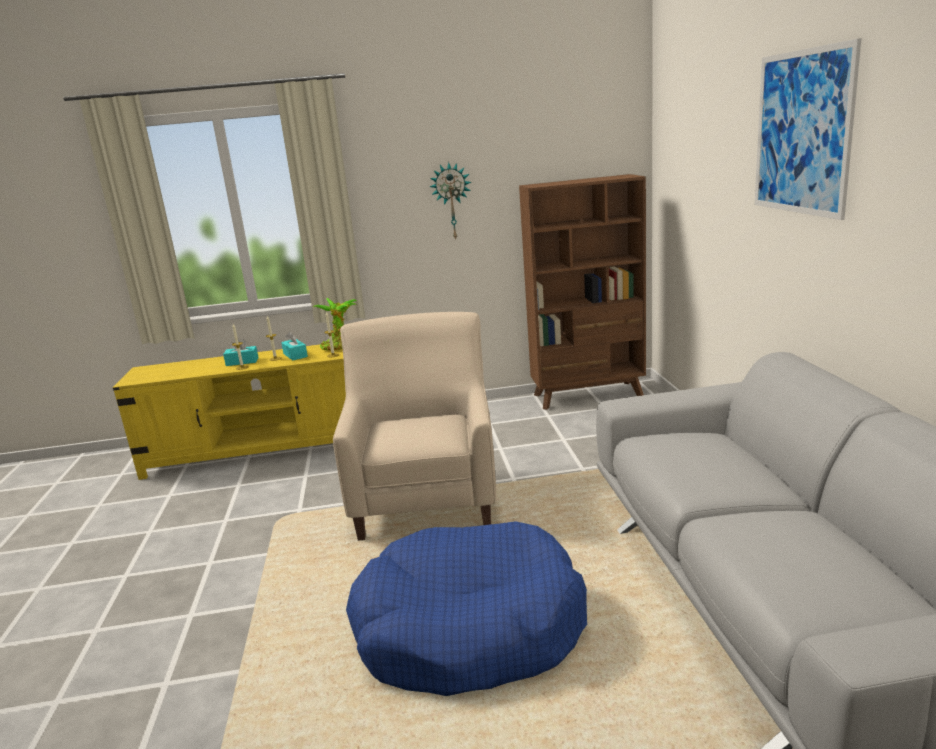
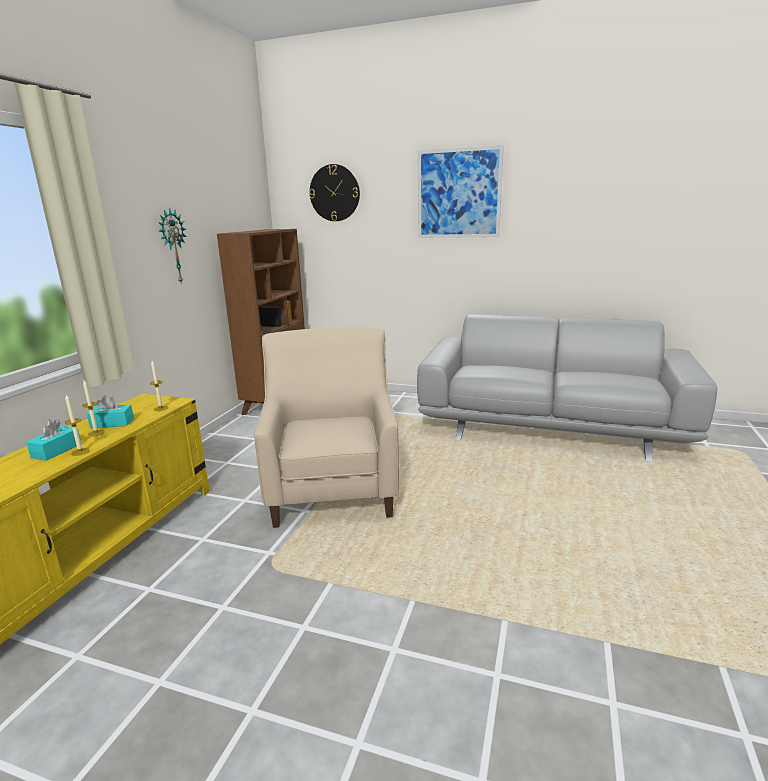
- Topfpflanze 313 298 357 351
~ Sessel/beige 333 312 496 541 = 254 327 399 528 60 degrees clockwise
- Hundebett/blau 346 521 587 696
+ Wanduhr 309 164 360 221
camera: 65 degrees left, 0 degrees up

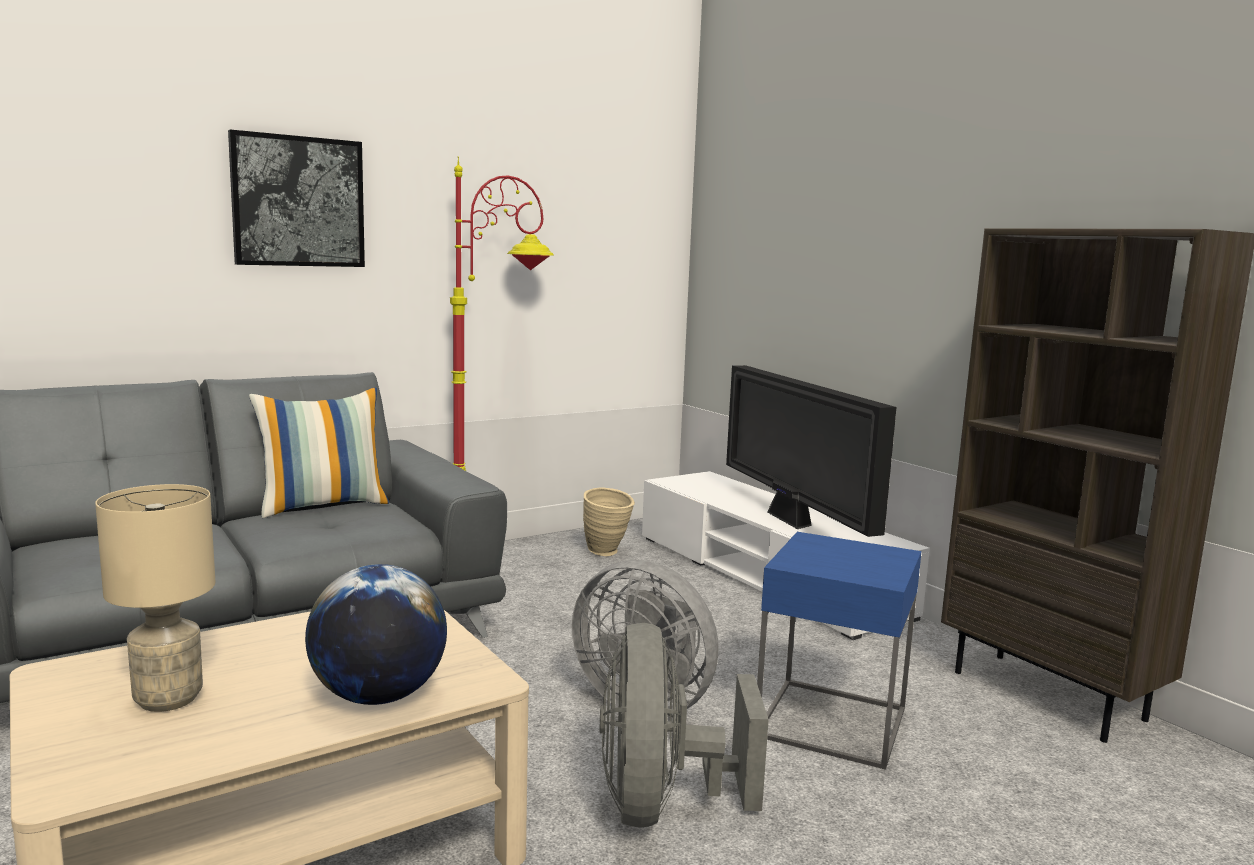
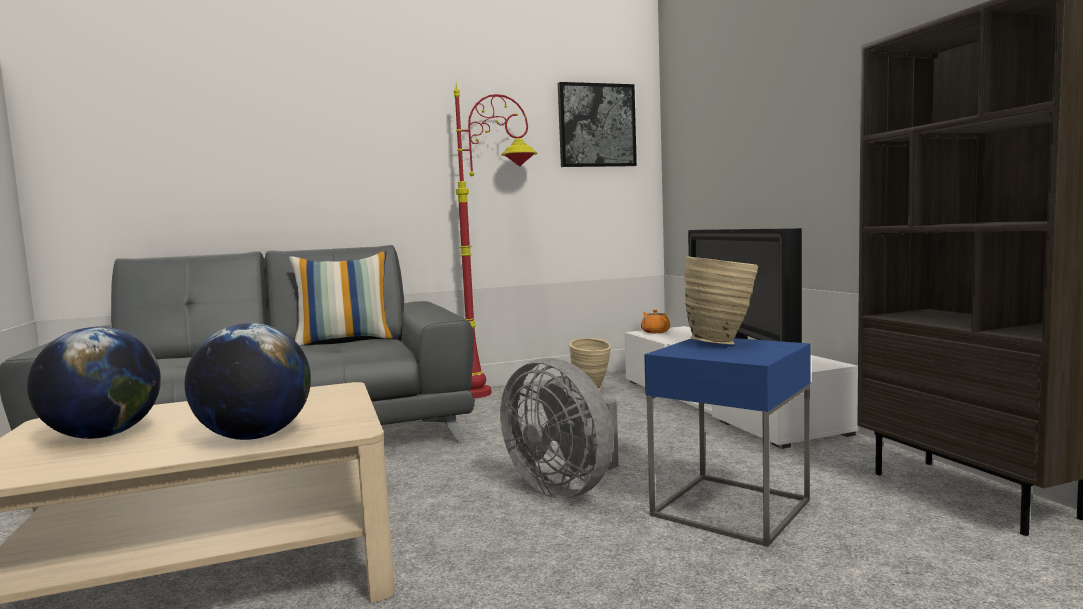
~ Tischlampe/beige 95 484 215 712 to Globus 27 327 161 439
~ Bild 228 130 365 267 to 558 82 637 167
- Ventilator/grau 599 623 769 828
+ Teekanne/orange 641 310 670 333
+ Vase/beige 684 256 758 345
camera: 15 degrees right, 5 degrees down

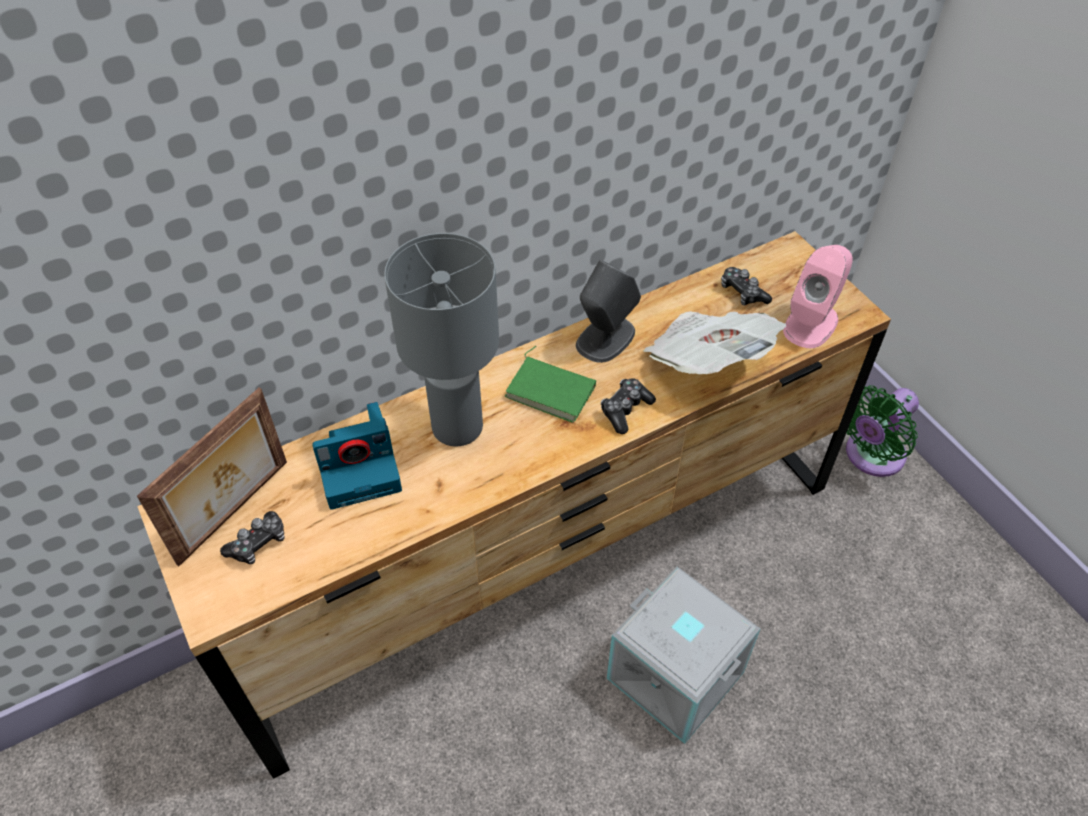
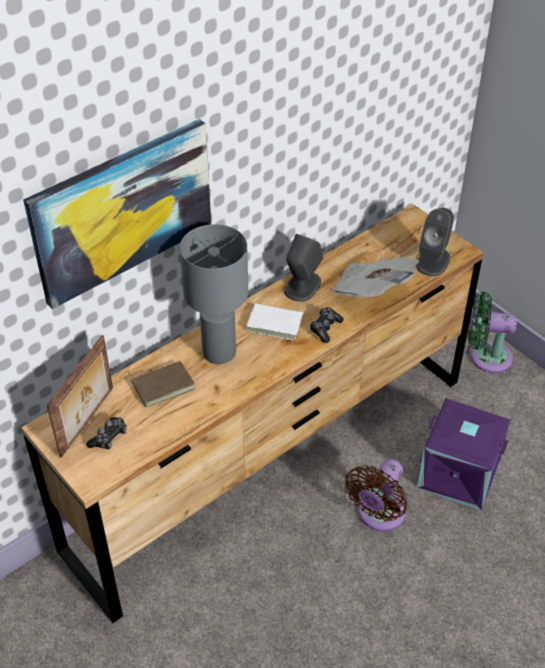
~ Kamera 312 402 402 510 to Buch/braun 128 361 195 407
~ Buch/grün 505 346 596 423 to Buch/weiß 245 296 303 340
~ Aufbewahrungsbox/grau 607 566 761 744 to Ventilator/braun 345 459 407 532
- Gamepad 721 267 772 306
~ Lautsprecher/rosa 783 245 853 348 to Lautsprecher/grau 416 208 454 277
~ Ventilator/grün 846 385 919 477 = 468 292 517 373 60 degrees clockwise
+ Bild 23 119 211 309
+ Aufbewahrungsbox/lila 417 398 511 511
camera: 10 degrees left, 5 degrees down

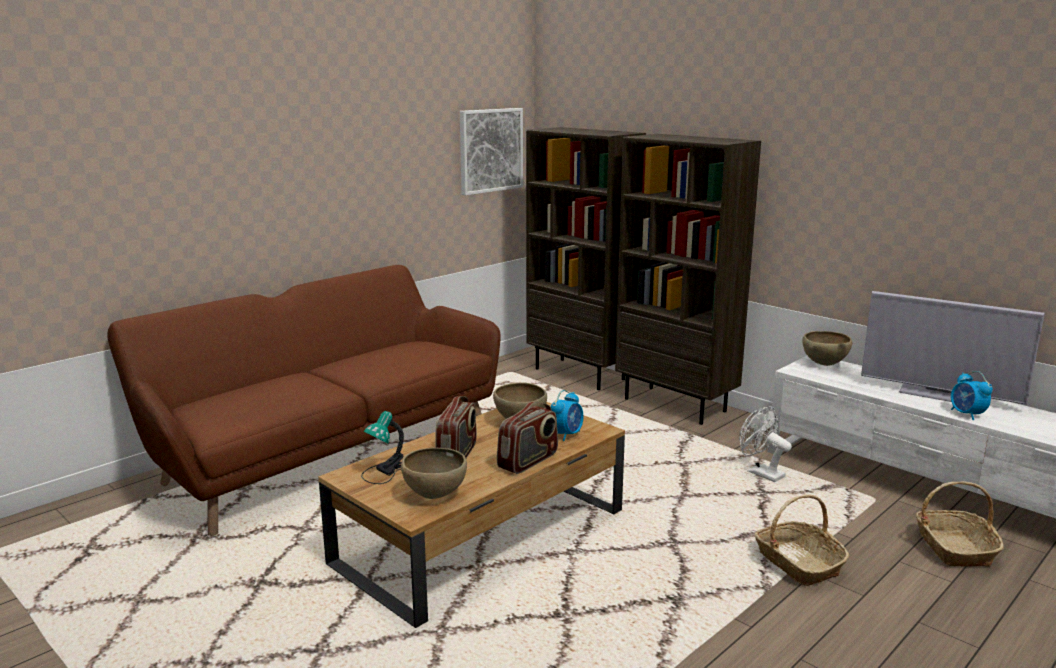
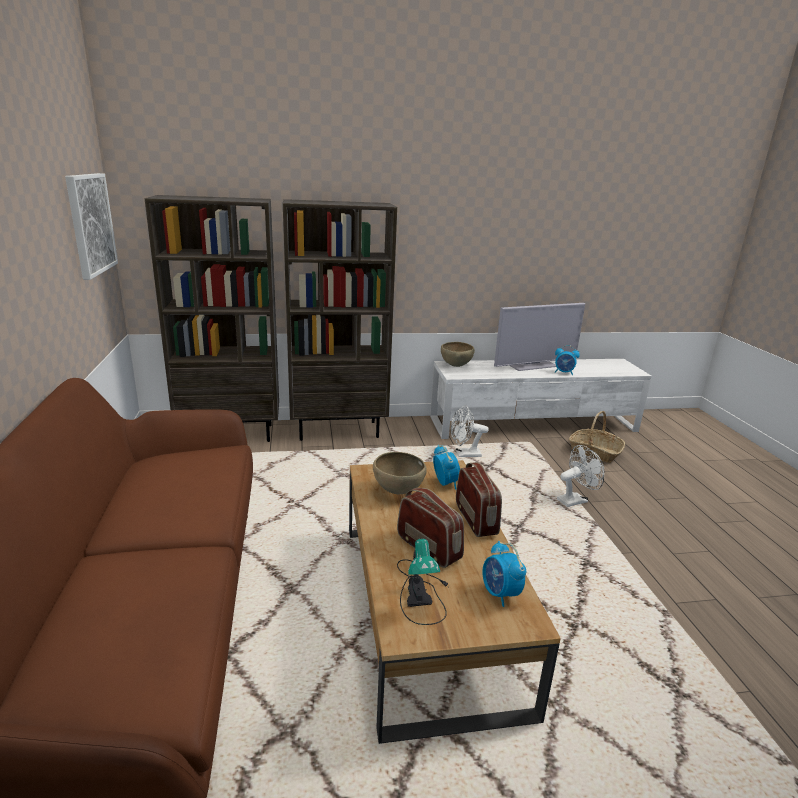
~ Schüssel/braun 401 448 467 499 to Wecker 483 541 526 607
~ Korb 755 495 850 586 to Ventilator/weiß 557 445 604 507
camera: 55 degrees left, 5 degrees up

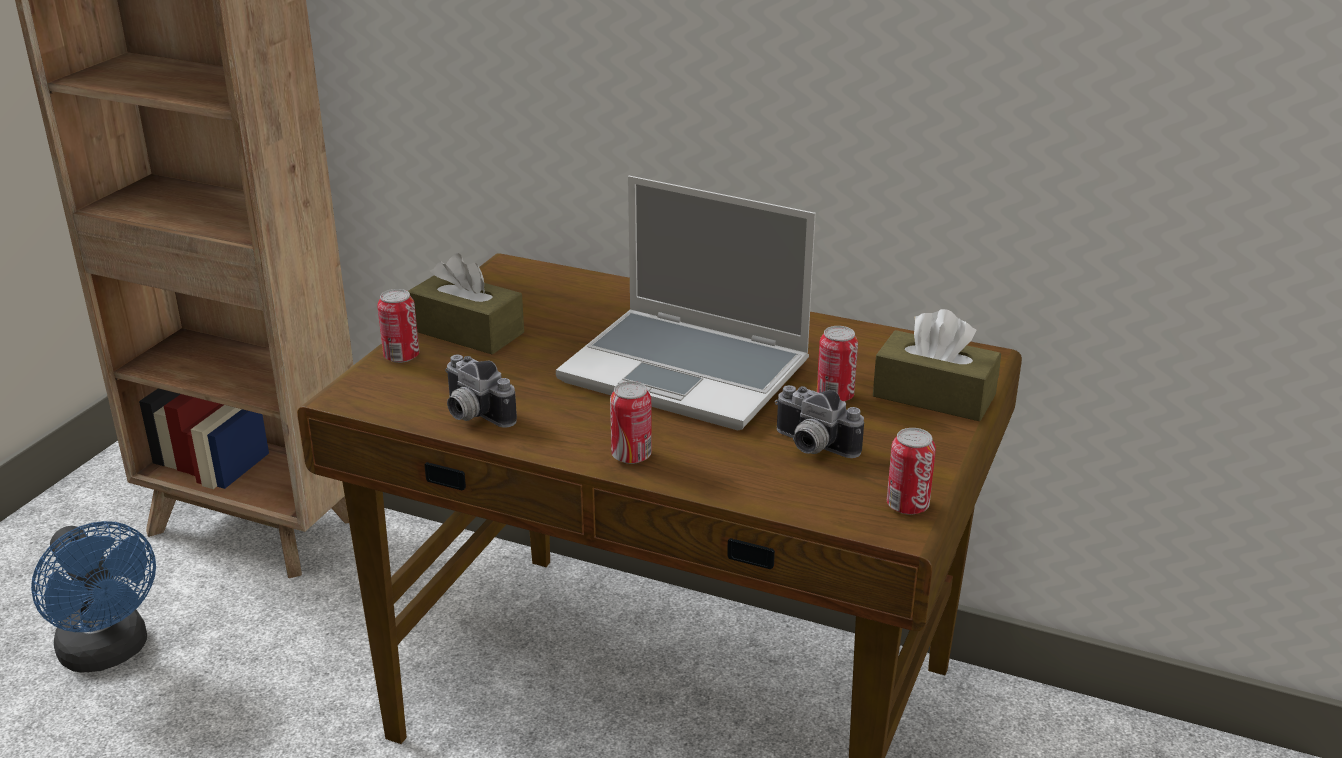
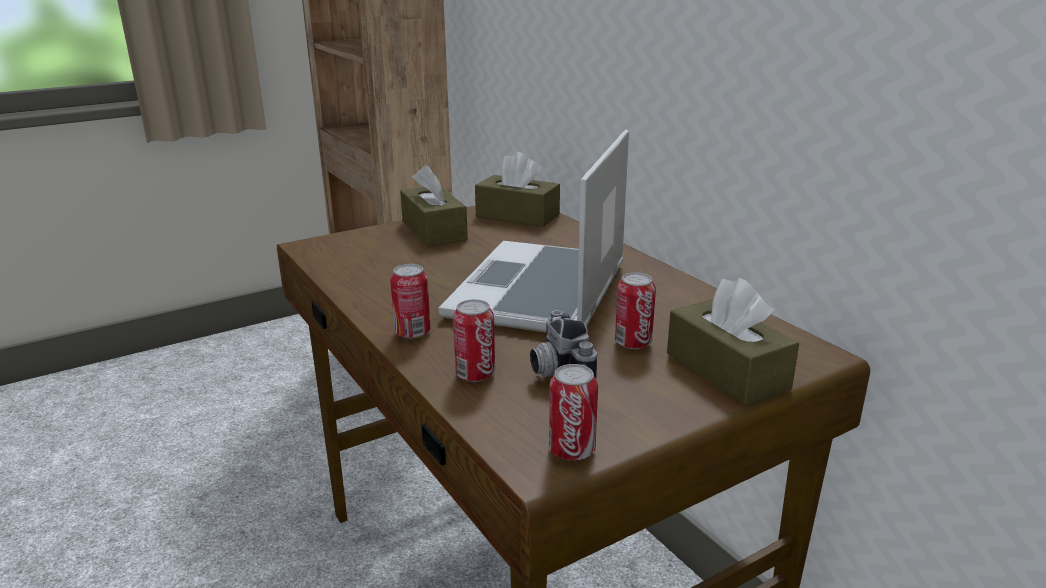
- Ventilator/blau 31 521 156 672
~ Dose 377 289 419 363 to 453 299 495 382
- Kamera 445 355 517 428
~ Laptop 556 176 816 430 = 439 130 629 333 45 degrees clockwise
+ Taschentuchbox/braun 475 152 560 227
camera: 35 degrees right, 5 degrees down

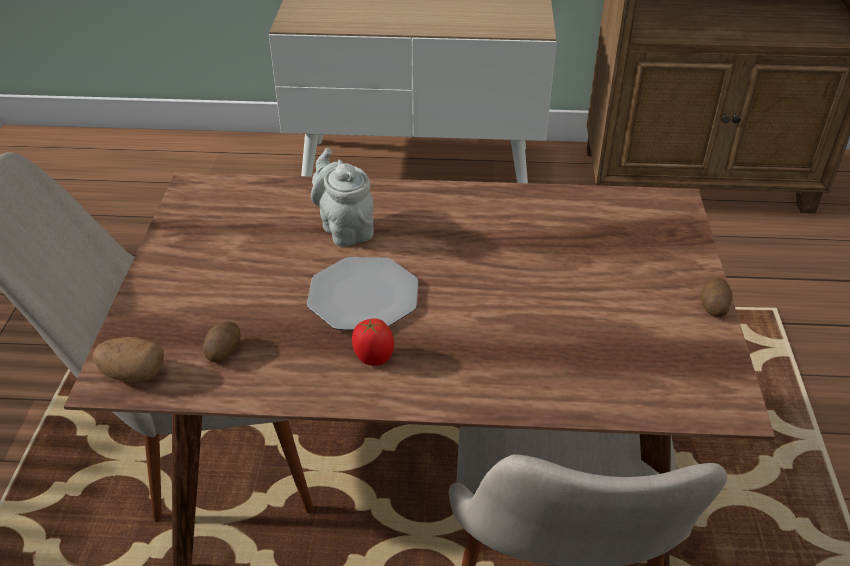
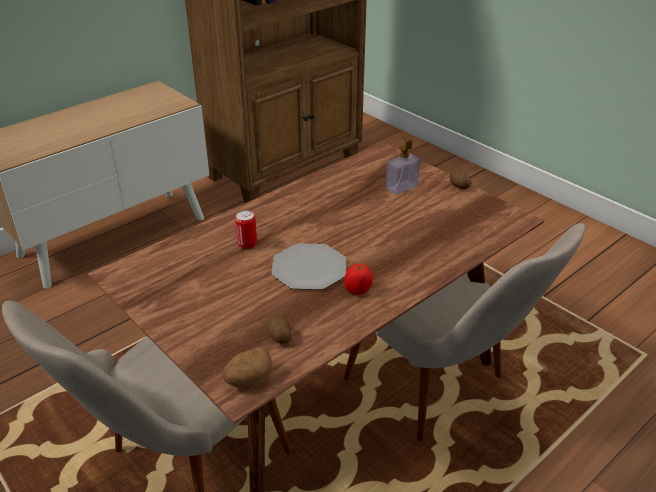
~ Teekanne/grau 311 148 374 246 to Dose 235 210 257 249
+ Seifenspender 386 134 420 195
camera: 45 degrees left, 5 degrees down

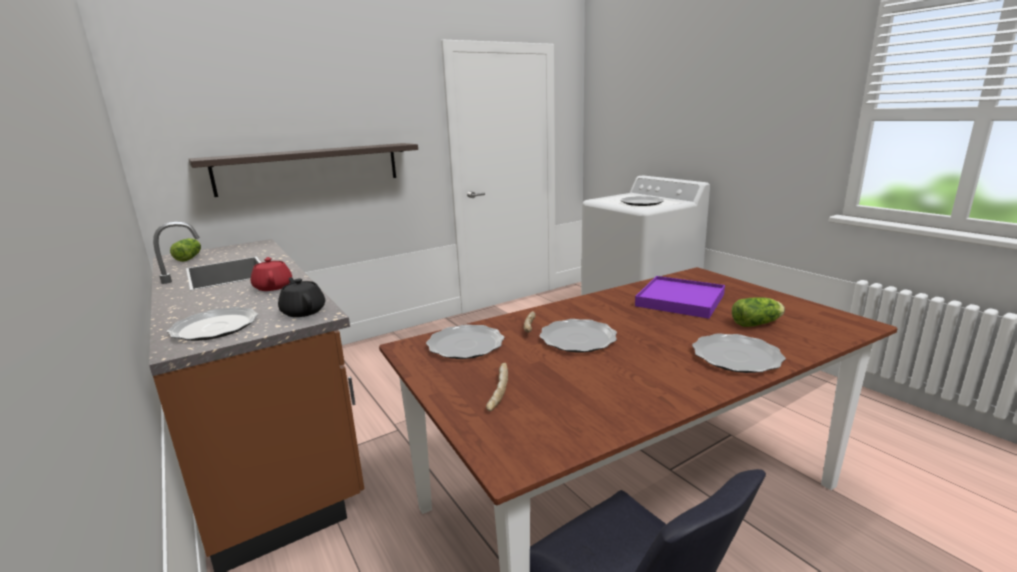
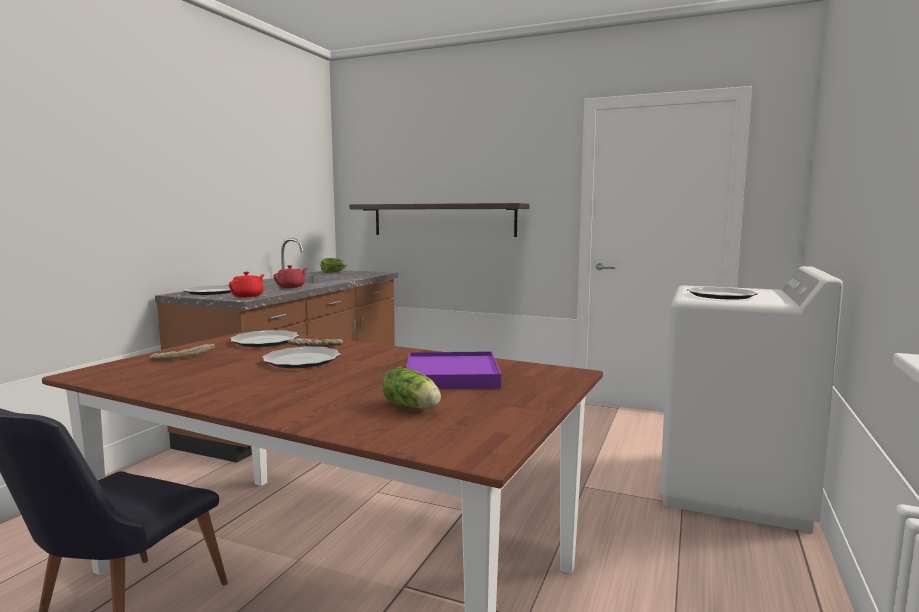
~ Teekanne/schwarz 278 277 325 317 to Teekanne/rot 229 272 265 297
- Teller 692 333 786 373
camera: 55 degrees right, 10 degrees down

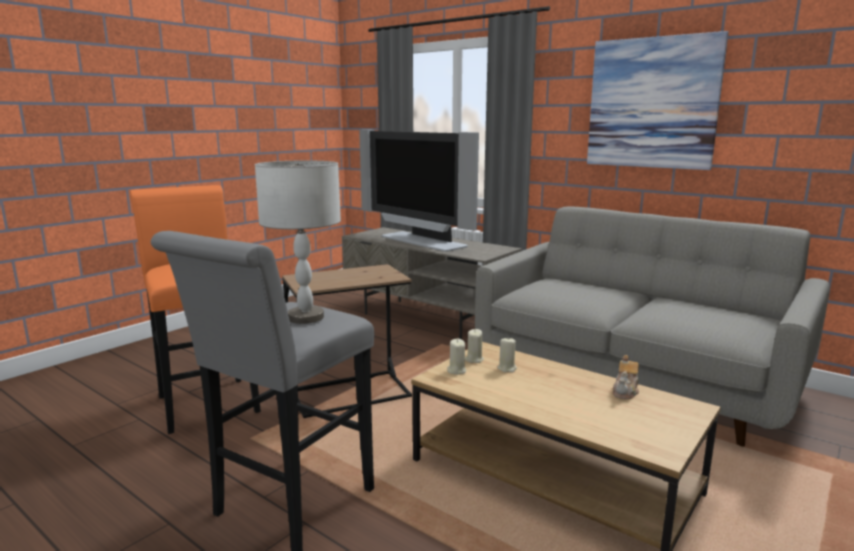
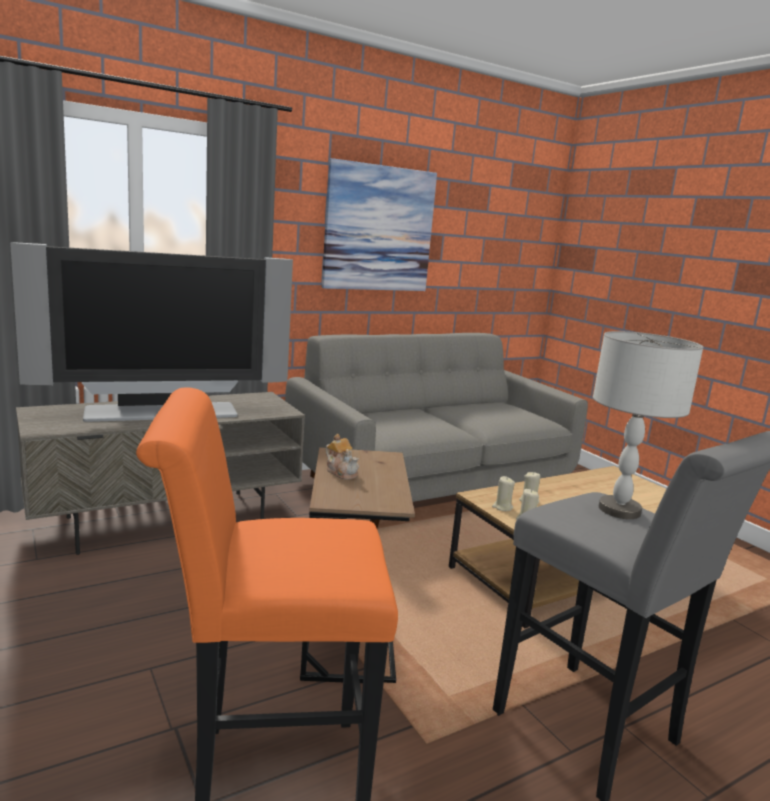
~ Teekanne 613 355 639 399 to 326 434 359 480
camera: 70 degrees left, 0 degrees up

